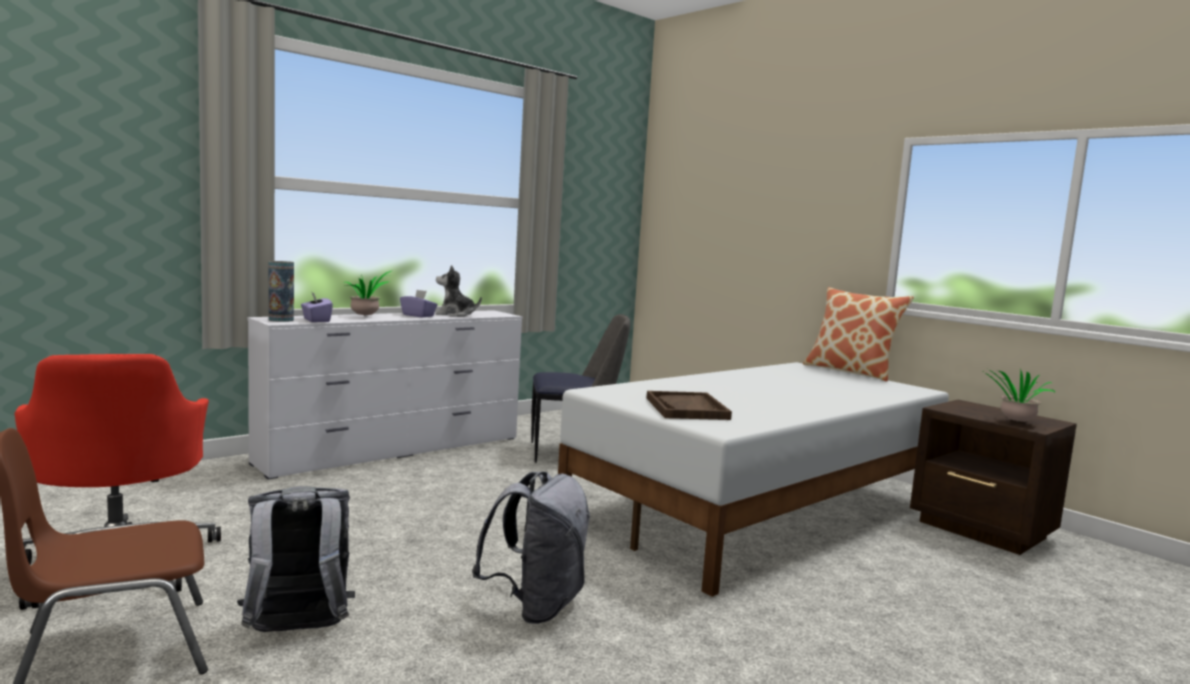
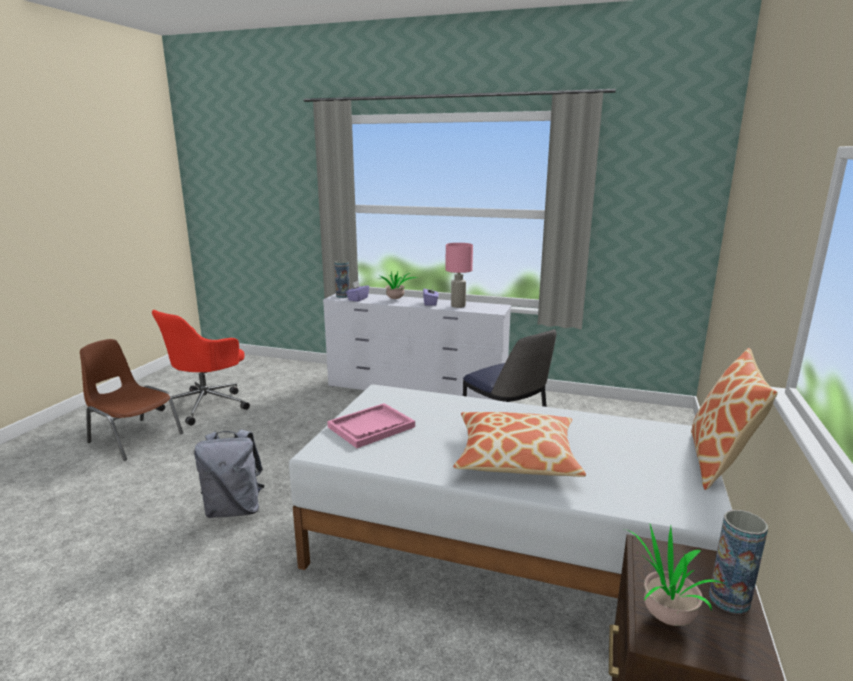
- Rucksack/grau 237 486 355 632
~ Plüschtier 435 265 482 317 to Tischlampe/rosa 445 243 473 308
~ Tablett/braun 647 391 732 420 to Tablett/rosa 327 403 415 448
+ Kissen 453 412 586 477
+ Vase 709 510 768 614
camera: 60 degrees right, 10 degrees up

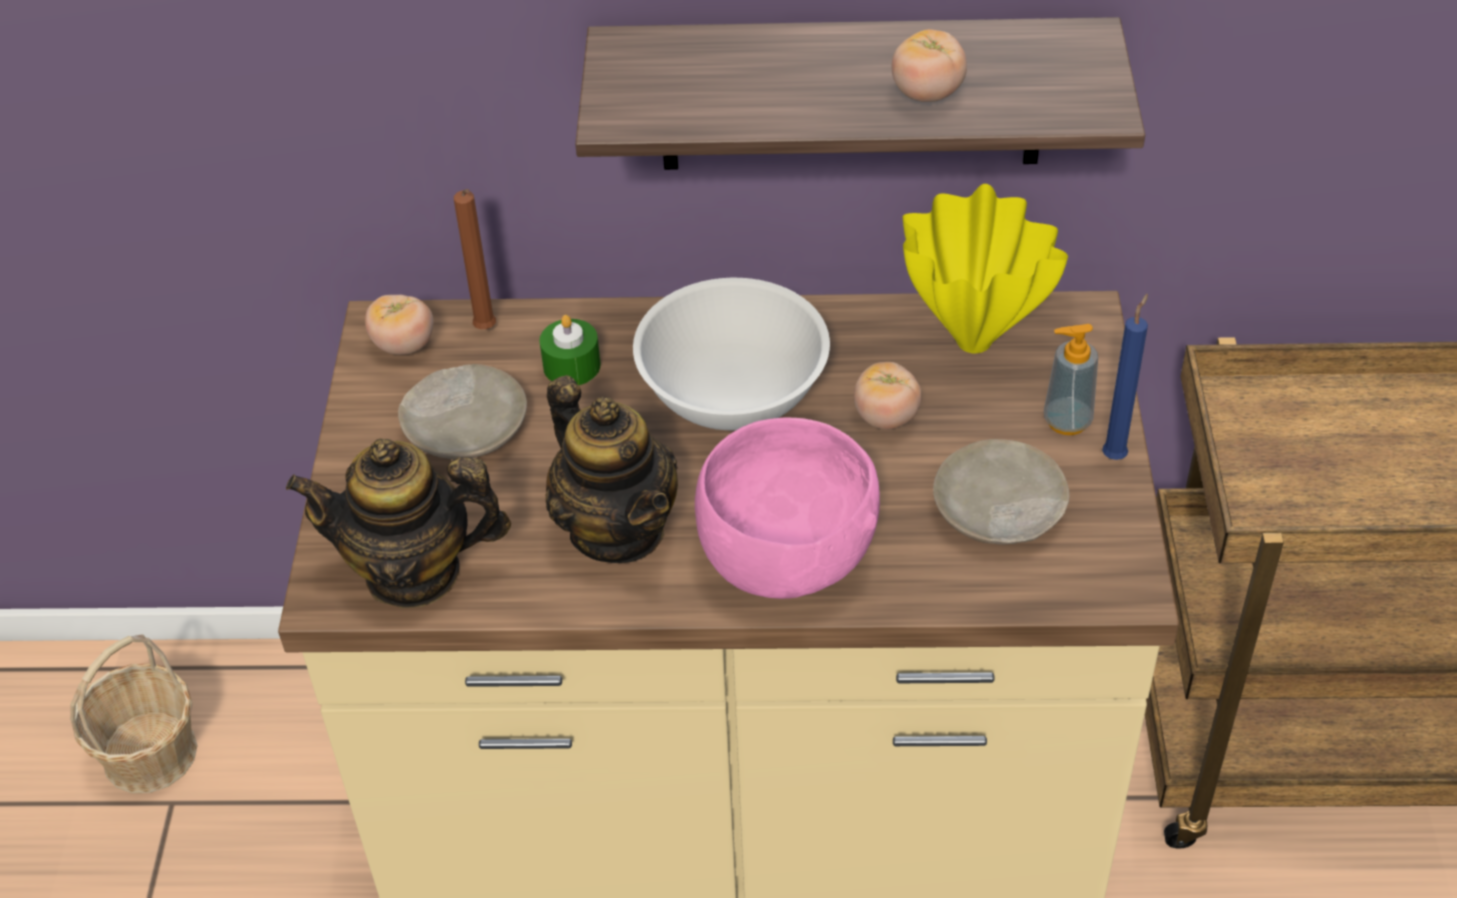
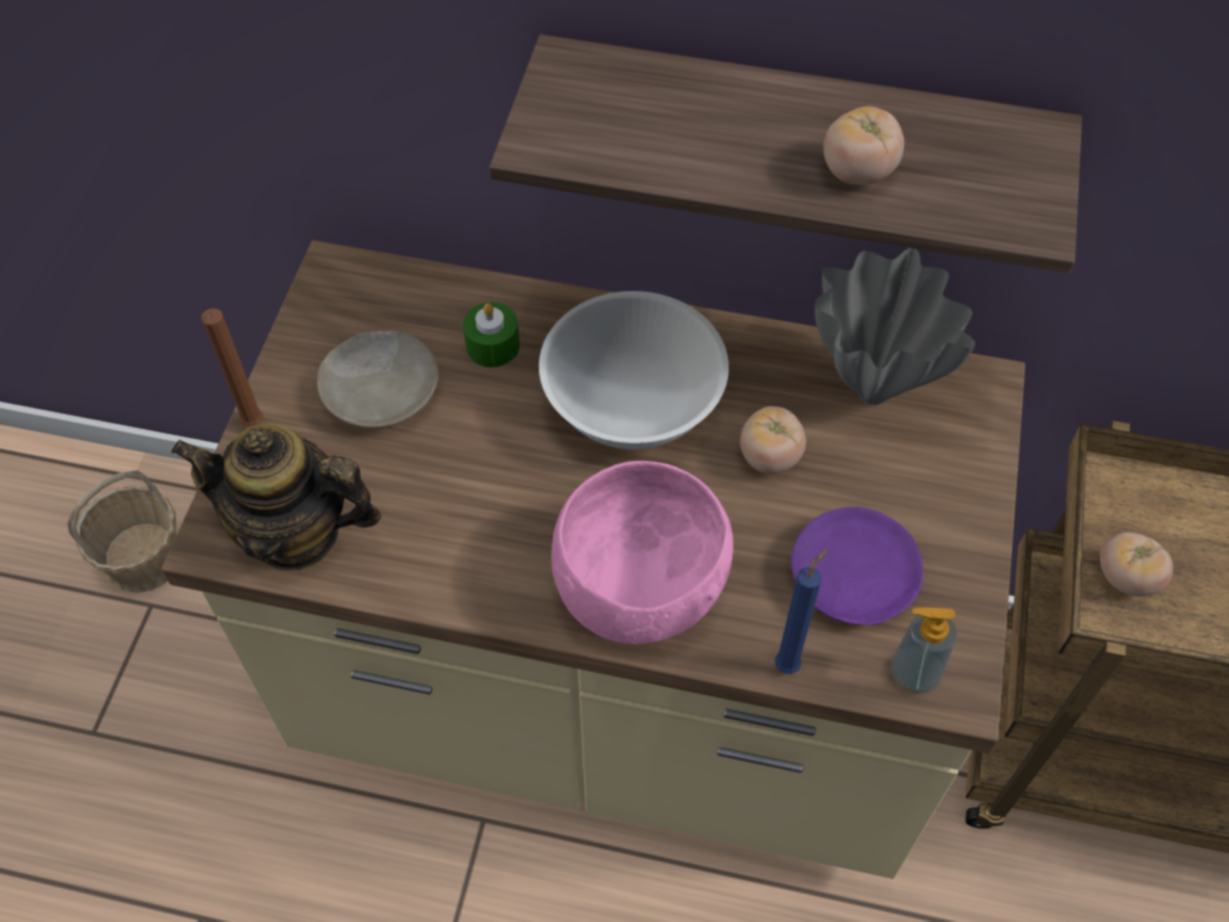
~ Tomate 365 295 433 355 to 1100 532 1173 597
~ Kerze/braun 454 189 496 329 to 201 308 264 427
- Teekanne 546 375 678 563
~ Vase/gelb 902 184 1068 353 to Vase/grau 815 248 975 405
~ Teller/beige 933 439 1069 545 to Teller/lila 791 507 923 625
~ Seifenspender 1044 324 1098 435 to 890 607 957 694
~ Kerze/blau 1102 294 1148 460 to 775 548 828 674
camera: 10 degrees right, 10 degrees up

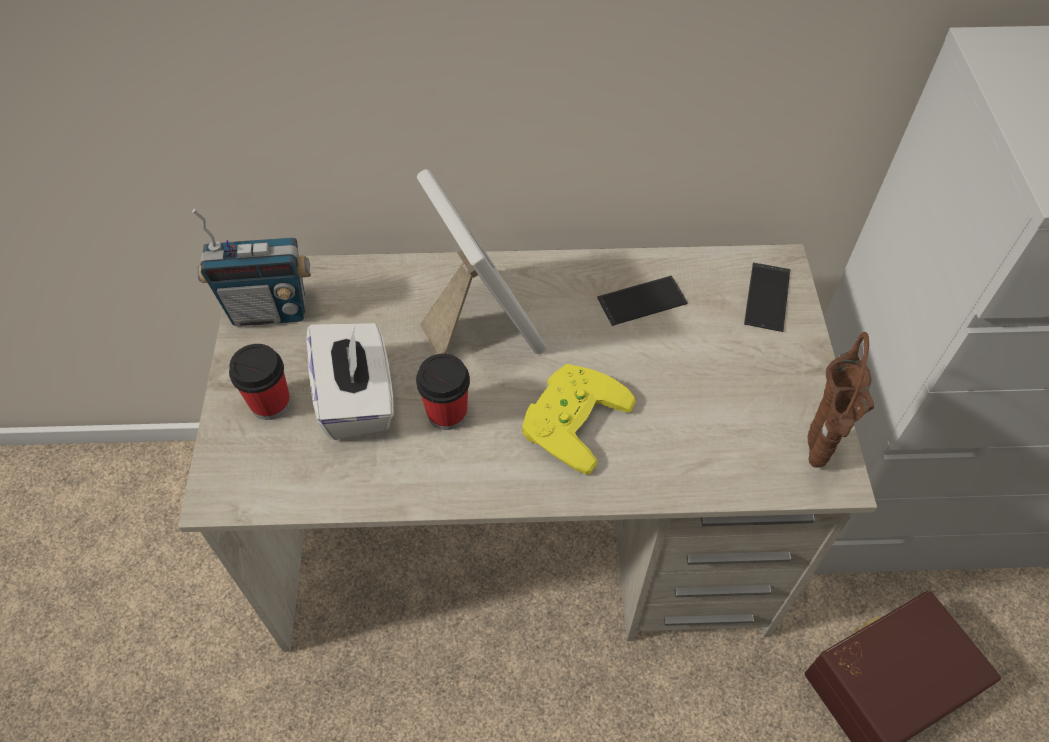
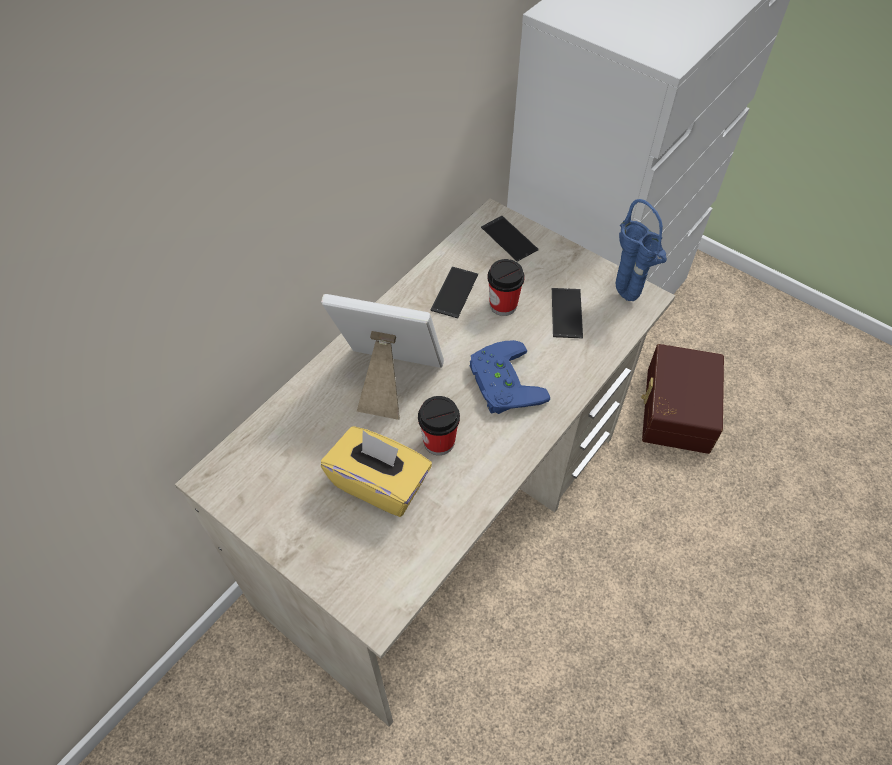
- Radio 192 209 311 326
~ Tasse 229 344 290 420 to 487 259 525 316
~ Taschentuchbox/weiß 306 323 394 440 to Taschentuchbox/gelb 321 426 432 517
~ Gamepad/gelb 522 364 636 475 to Gamepad/blau 470 340 550 414
~ Vase/braun 808 332 874 468 to Vase/blau 616 199 667 301
+ Handy 552 288 583 339
camera: 50 degrees left, 0 degrees up

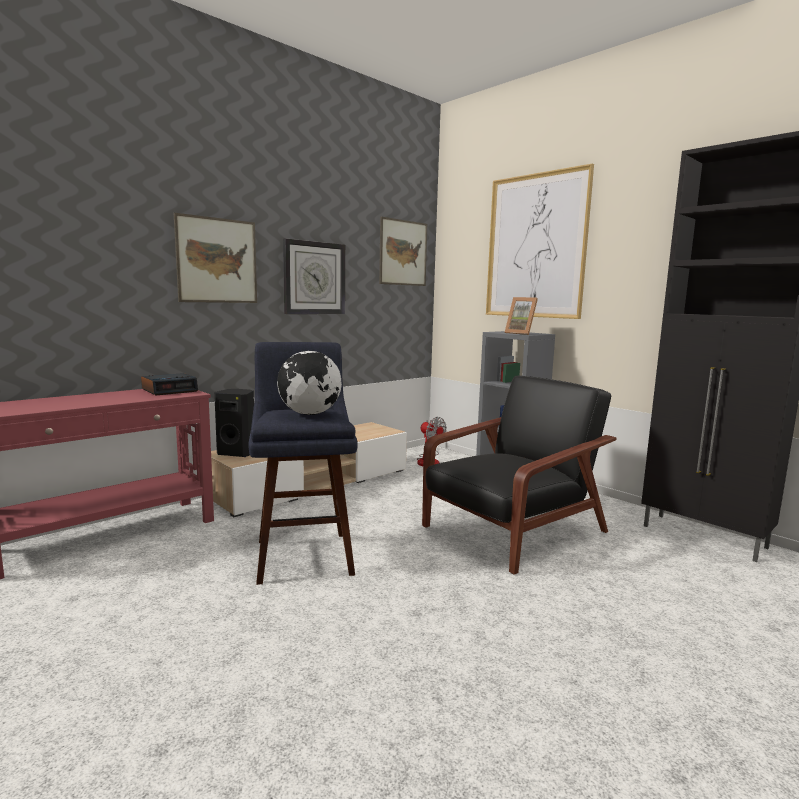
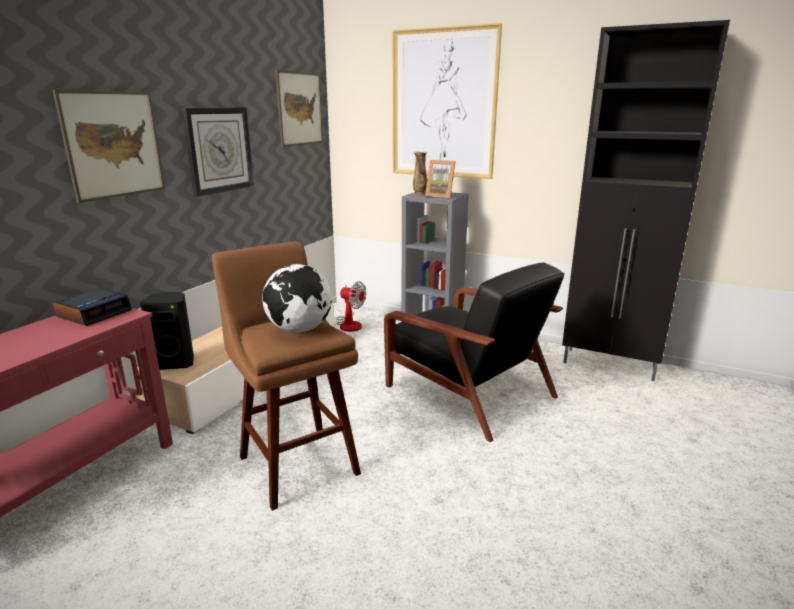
~ Hocker/blau 249 342 358 585 to Hocker/braun 212 241 361 511
~ Sessel/schwarz 422 376 616 575 = 384 262 564 442 105 degrees clockwise
+ Vase 413 151 427 195
camera: 20 degrees left, 10 degrees up

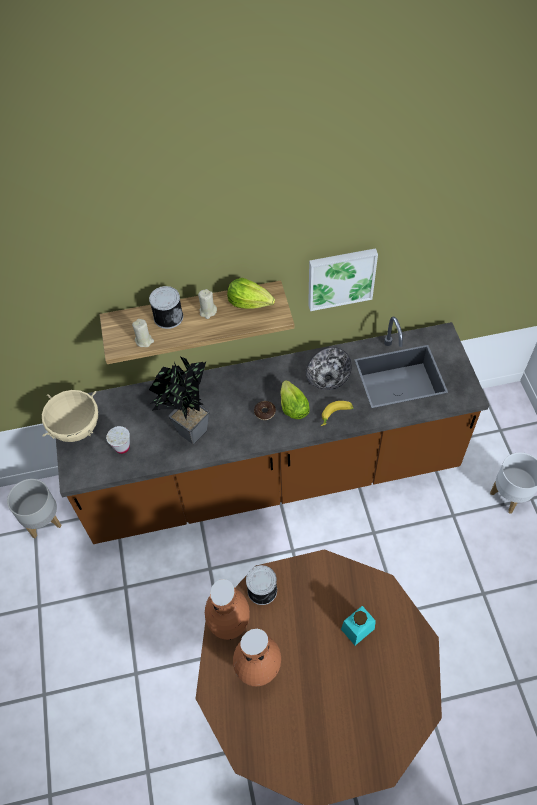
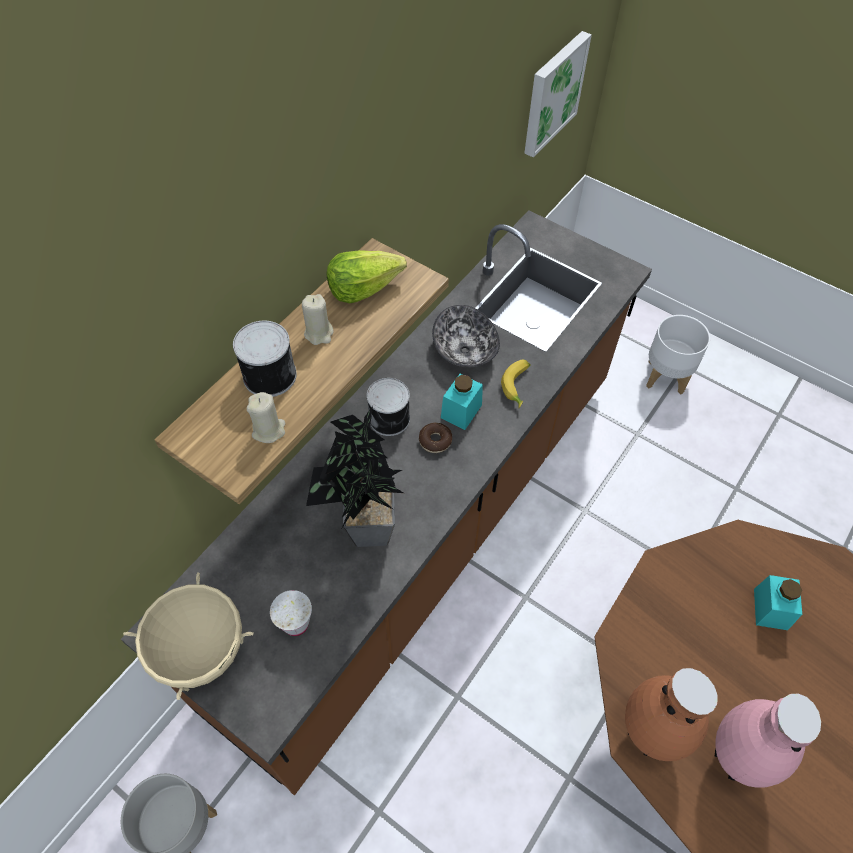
~ Vase/braun 233 629 281 687 to Vase/rosa 715 693 821 788
~ Dose 246 565 277 605 to 367 378 410 436
~ Salatkopf 280 380 310 419 to Vorratsglas/türkis 441 374 483 430
~ Bild 308 248 378 311 to 524 31 592 157
camera: 45 degrees left, 0 degrees up

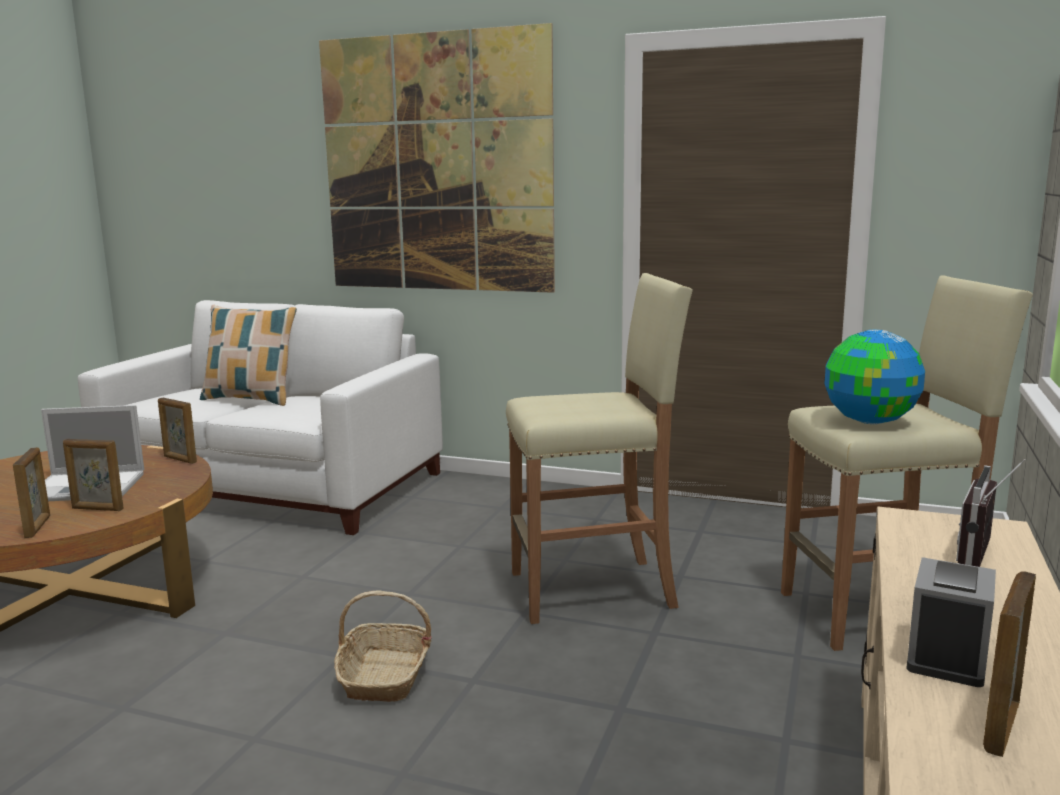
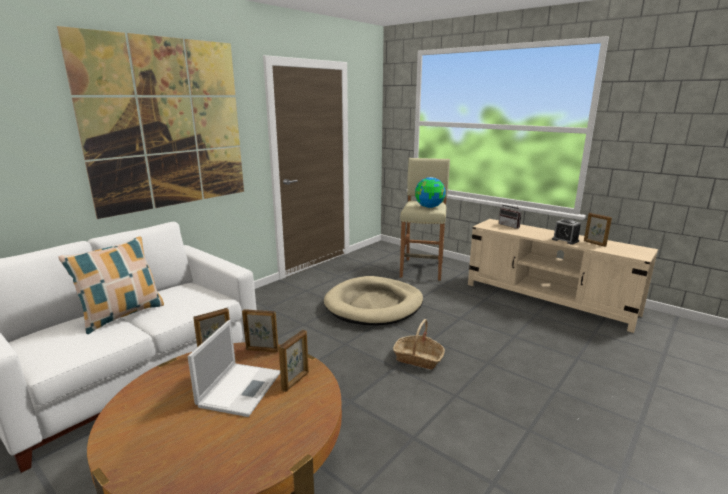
~ Bilderrahmen 13 447 50 538 to 242 309 279 353
~ Hocker/beige 506 273 693 624 to Hundebett/beige 324 276 423 325
camera: 70 degrees left, 5 degrees up

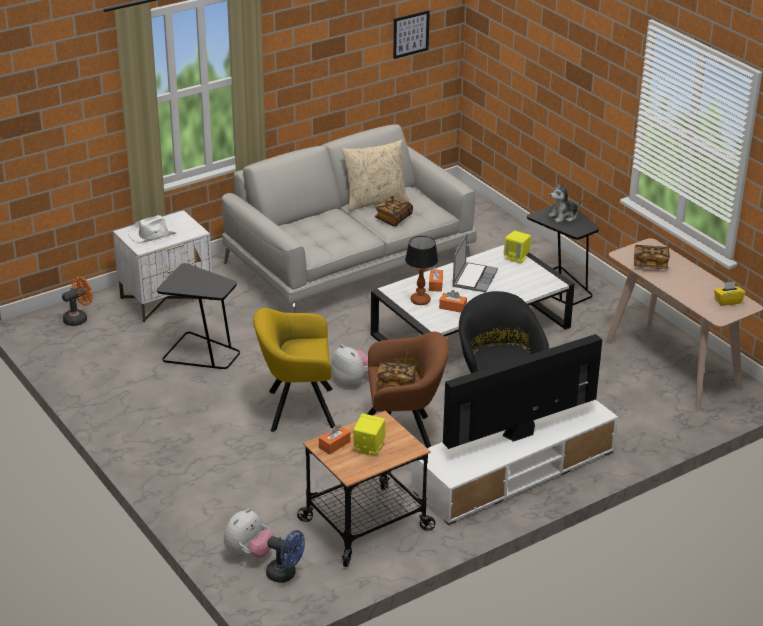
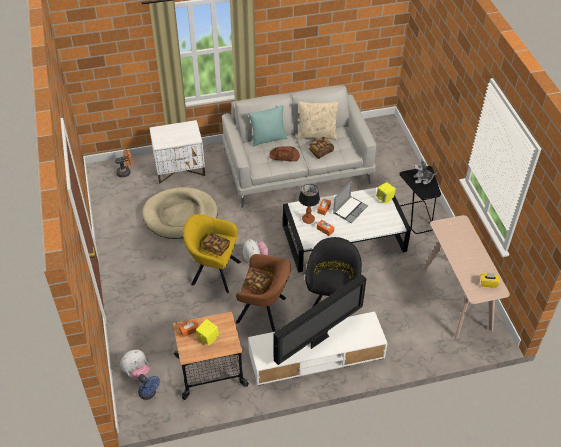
- Hut/weiß 128 215 178 242
~ Beistelltisch/schwarz 157 263 240 369 to Hundebett/beige 142 187 218 239
- Bild 393 10 430 59
~ Fernseher 443 334 603 449 = 274 274 366 365 150 degrees clockwise
~ Buch 634 245 670 269 to 202 233 230 256
+ Kissen/türkis 248 105 287 147
+ Hut/braun 269 146 300 161
camera: 20 degrees right, 15 degrees up

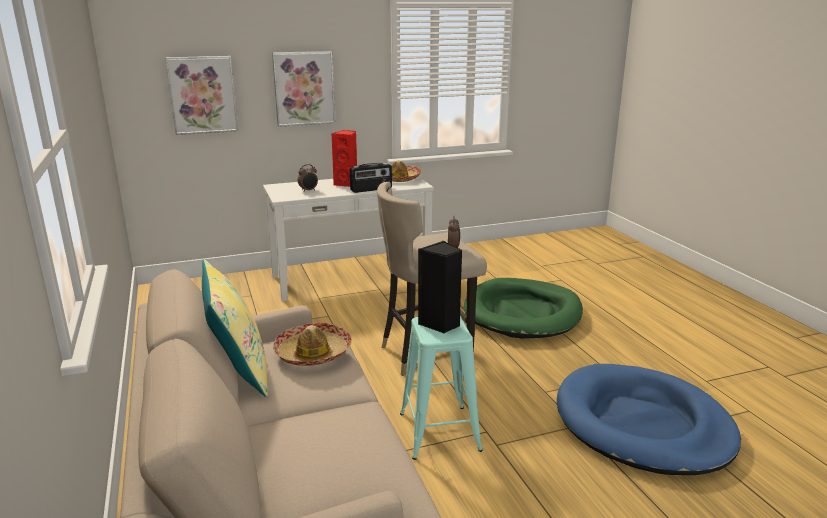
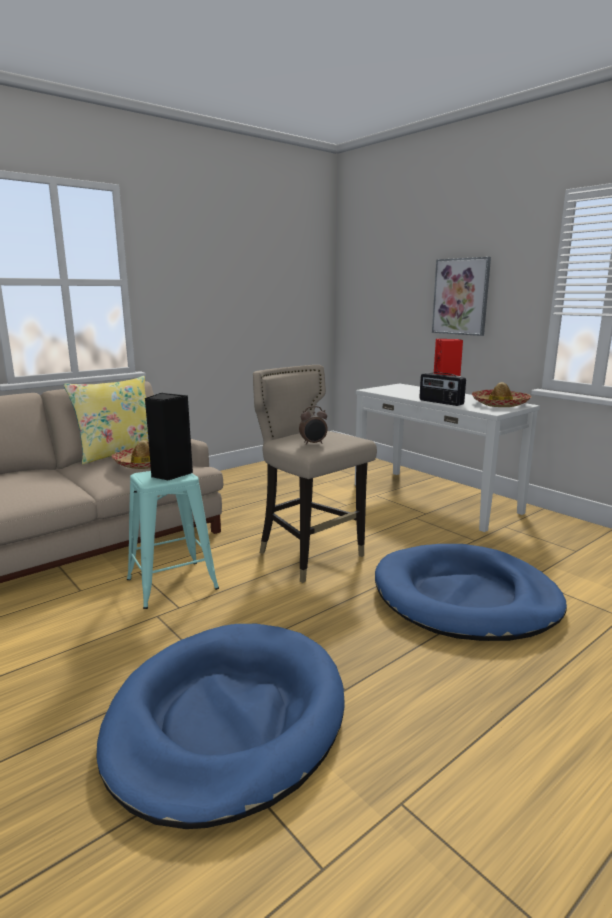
- Bild 165 56 238 135
- Wecker 298 164 318 191
~ Hundebett/grün 464 278 583 338 to Hundebett/blau 375 544 567 641
camera: 70 degrees right, 5 degrees down

